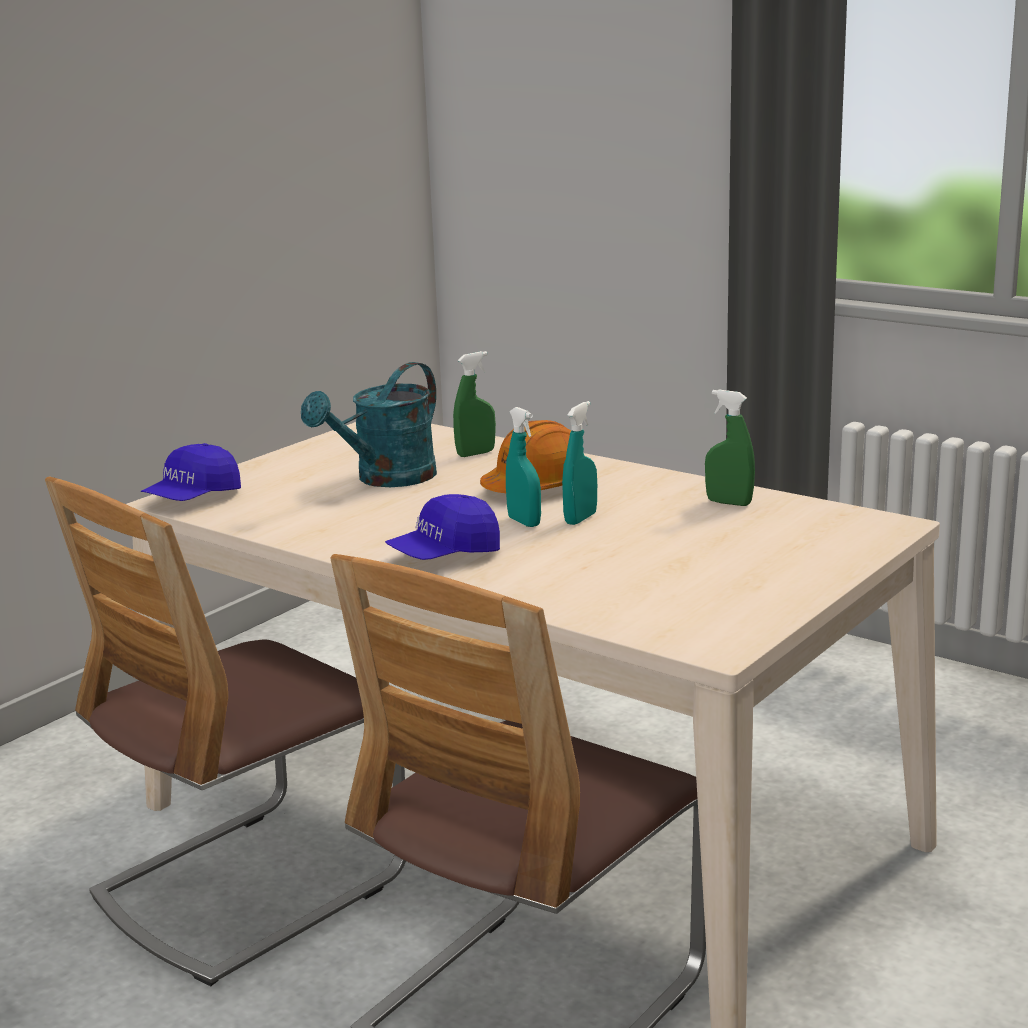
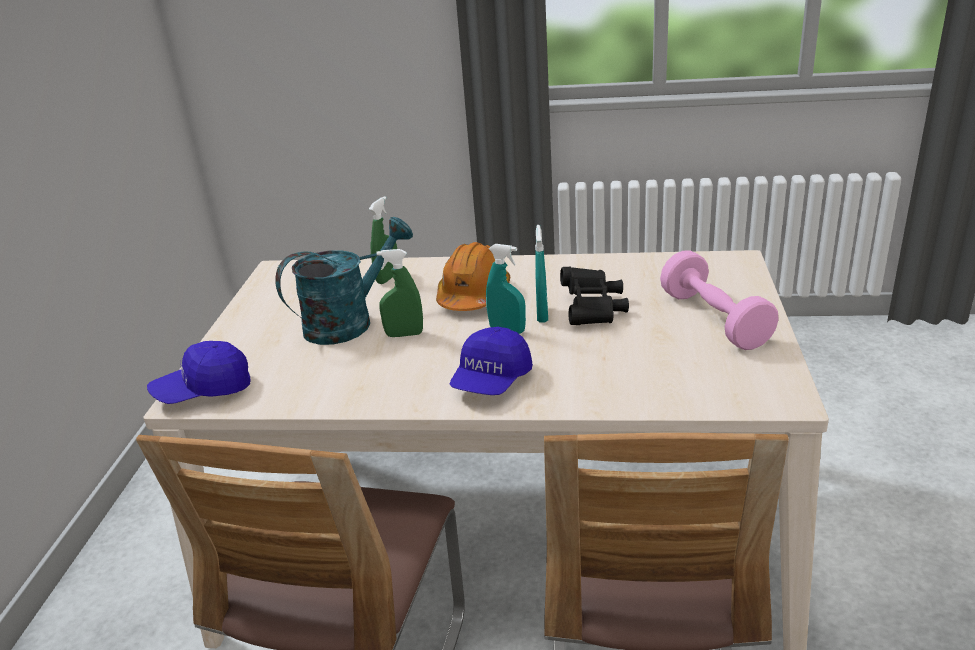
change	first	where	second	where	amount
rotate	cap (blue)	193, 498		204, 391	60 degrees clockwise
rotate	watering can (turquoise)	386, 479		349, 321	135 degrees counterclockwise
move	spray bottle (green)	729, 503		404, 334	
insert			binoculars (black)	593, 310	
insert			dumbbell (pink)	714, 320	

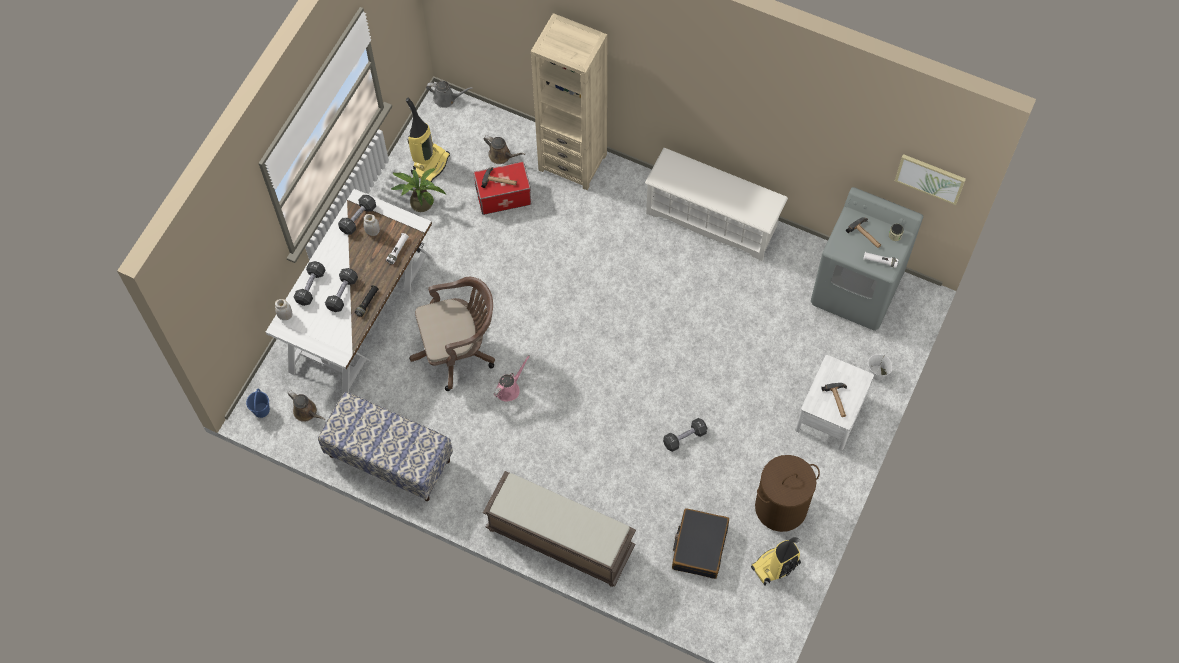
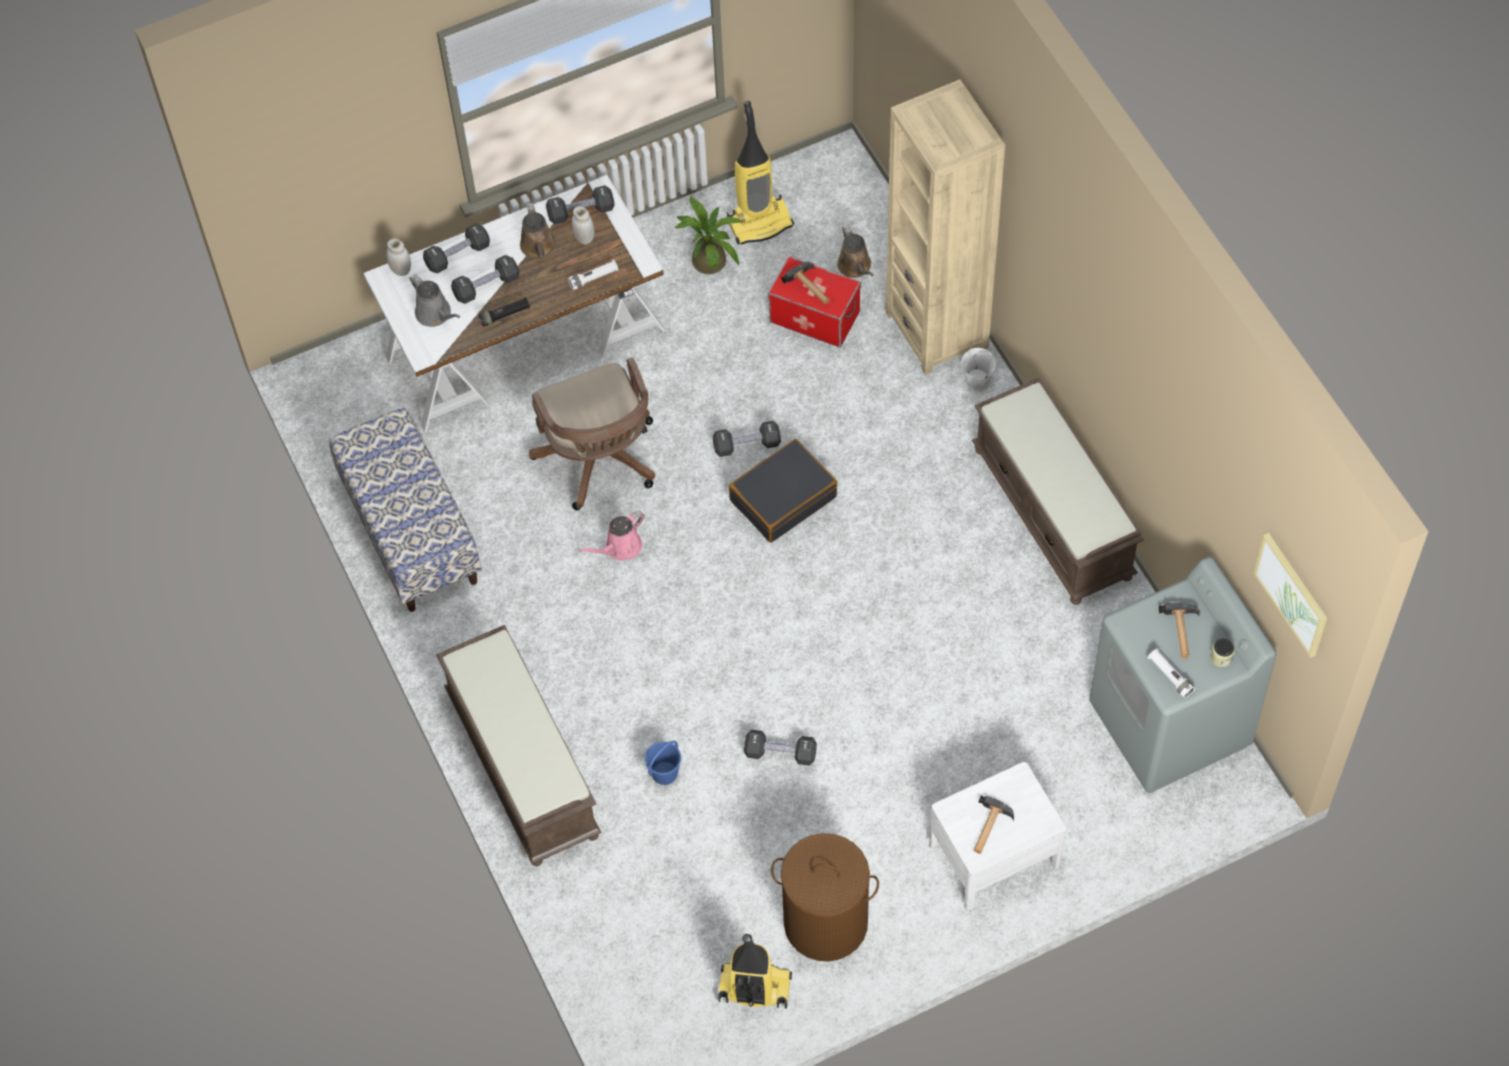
change	first	where	second	where	amount
move	bucket (blue)	261, 410		665, 773	
move	watering can (brown)	307, 412		538, 247	
rotate	office chair (brown)	458, 350		600, 462	45 degrees clockwise
move	watering can (grey)	446, 99		435, 314	
rotate	watering can (pink)	509, 388		620, 547	150 degrees clockwise
replace	shoe rack (white)	712, 220	bench (brown)	1054, 514	
move	suitcase (black)	699, 546		783, 498	
move	bucket (white)	877, 373		977, 380	
insert			dumbbell (black)	747, 445	

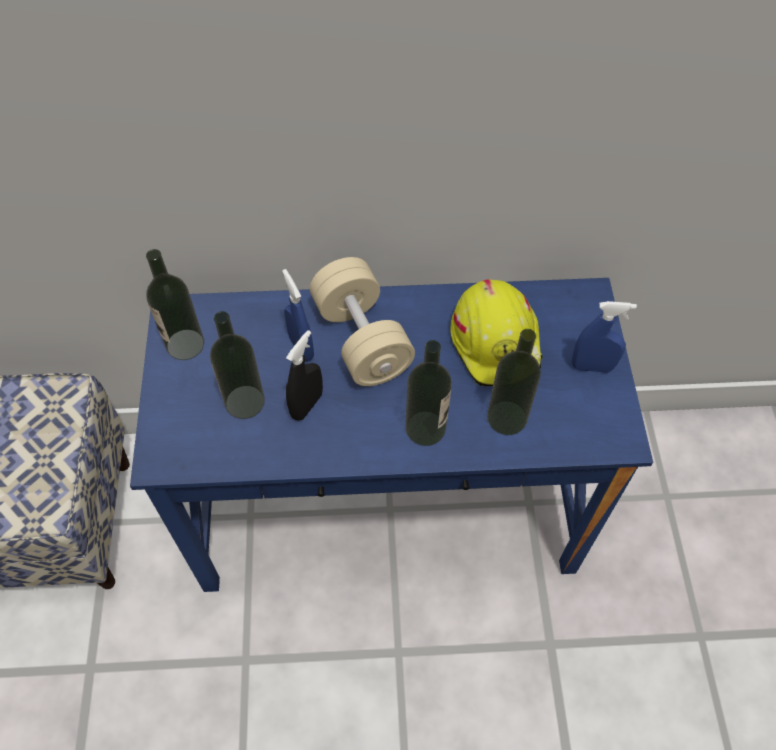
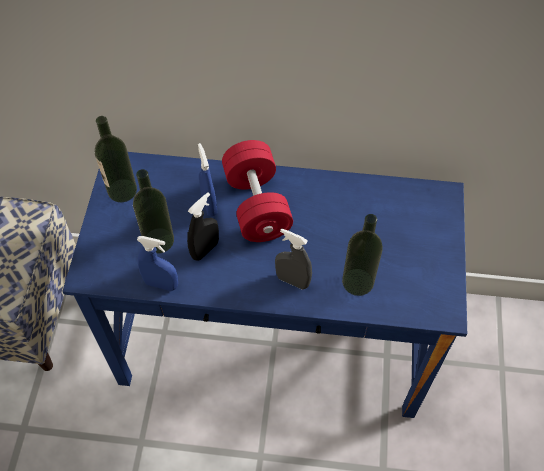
change	first	where	second	where	amount
recolor	dumbbell (beige)	361, 339	dumbbell (red)	257, 205	
replace	bottle	425, 428	spray bottle (grey)	292, 280	
delete	hard hat (yellow)	497, 342			
move	spray bottle (blue)	592, 366		161, 284	

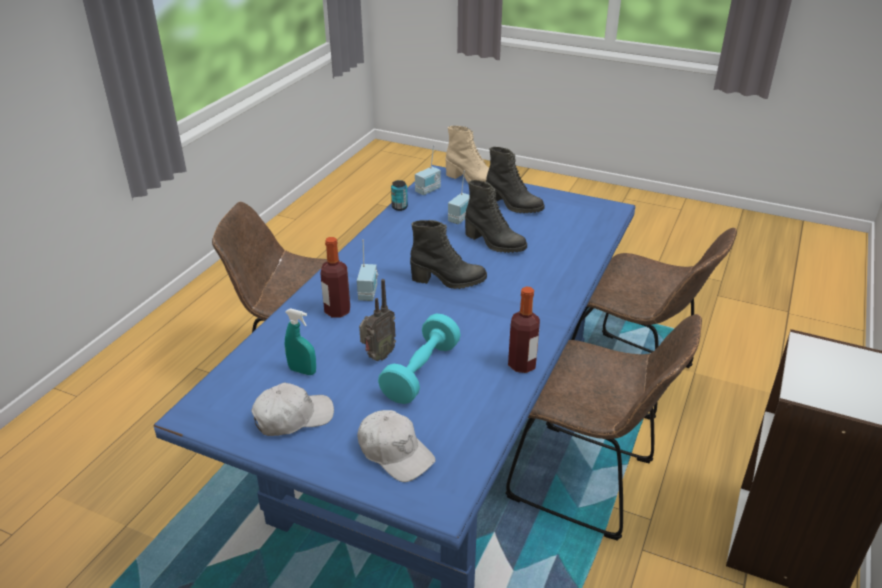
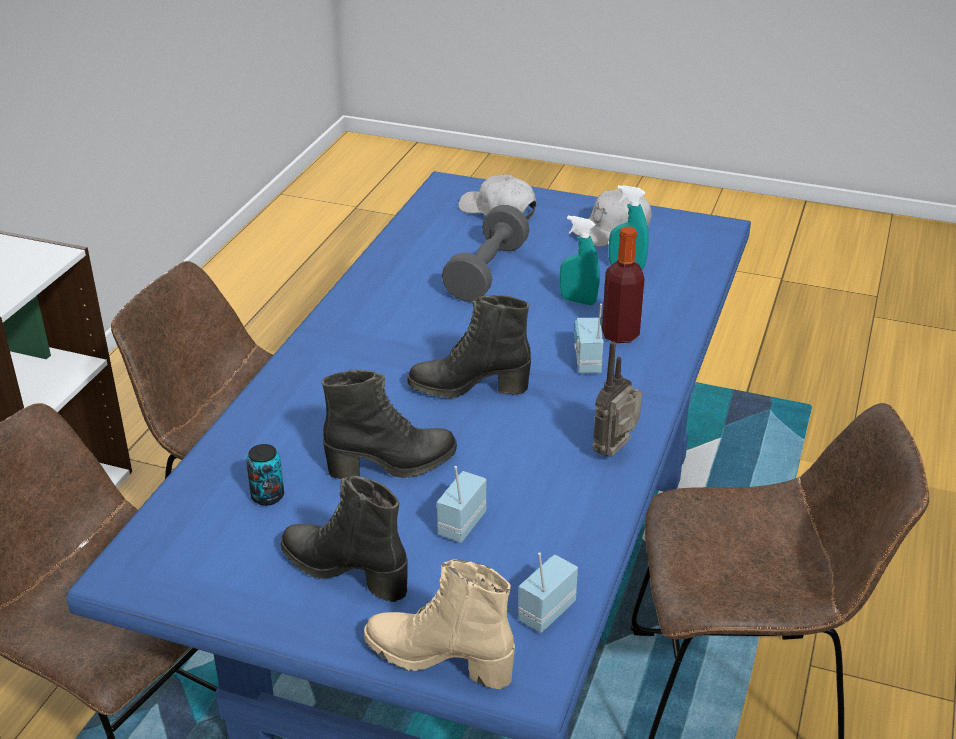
change	first	where	second	where	amount
move	radio	377, 356		616, 452	
recolor	dumbbell (turquoise)	421, 372	dumbbell (grey)	486, 272	
move	can	399, 207		267, 496	
rotate	boot (black)	494, 243		392, 465	135 degrees clockwise
delete	bottle	522, 365			
insert			spray bottle (turquoise)	578, 301	

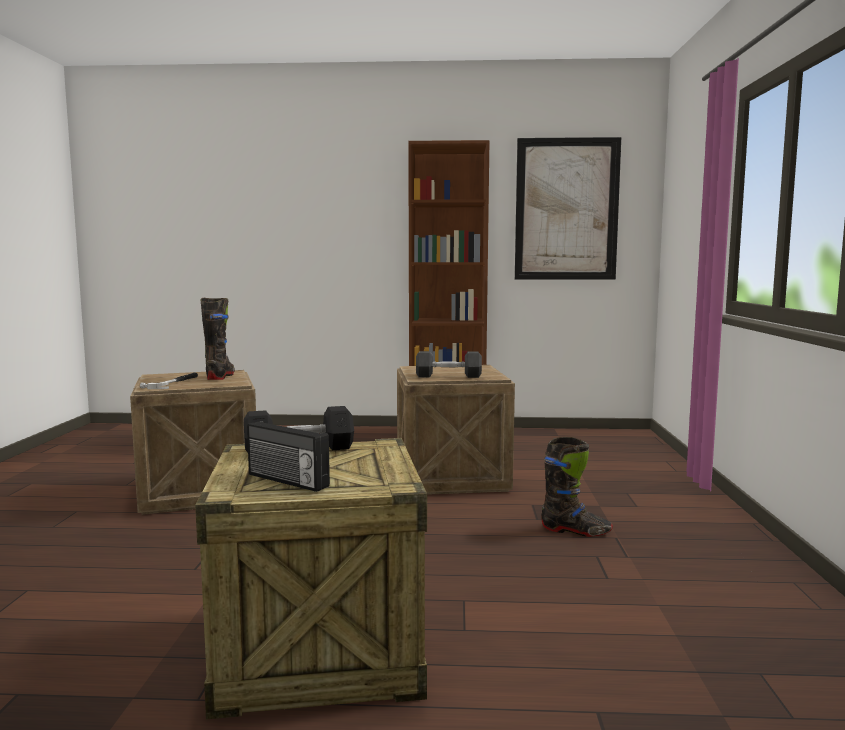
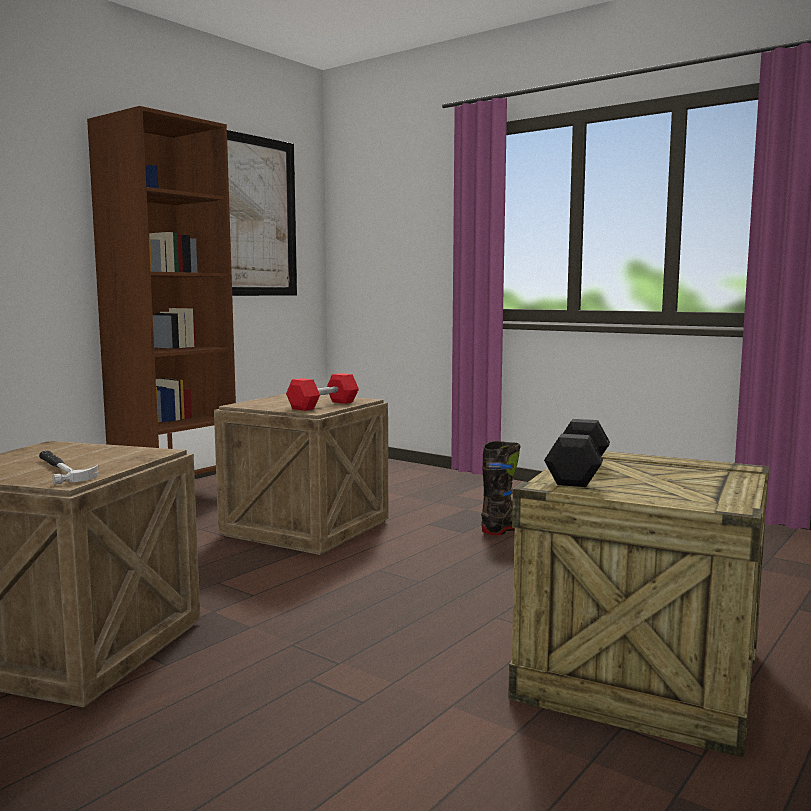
change	first	where	second	where	amount
delete	boot (black)	220, 376			
delete	radio	286, 481			
recolor	dumbbell (grey)	448, 376	dumbbell (red)	323, 405	

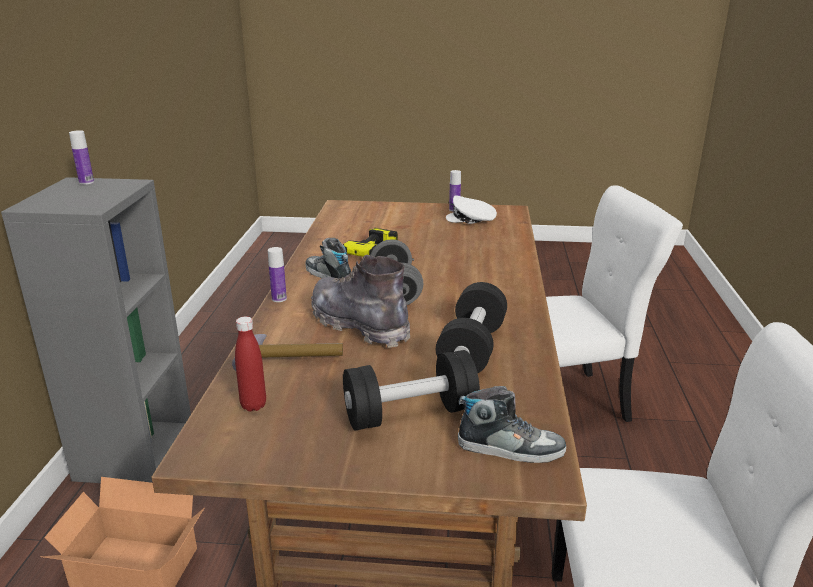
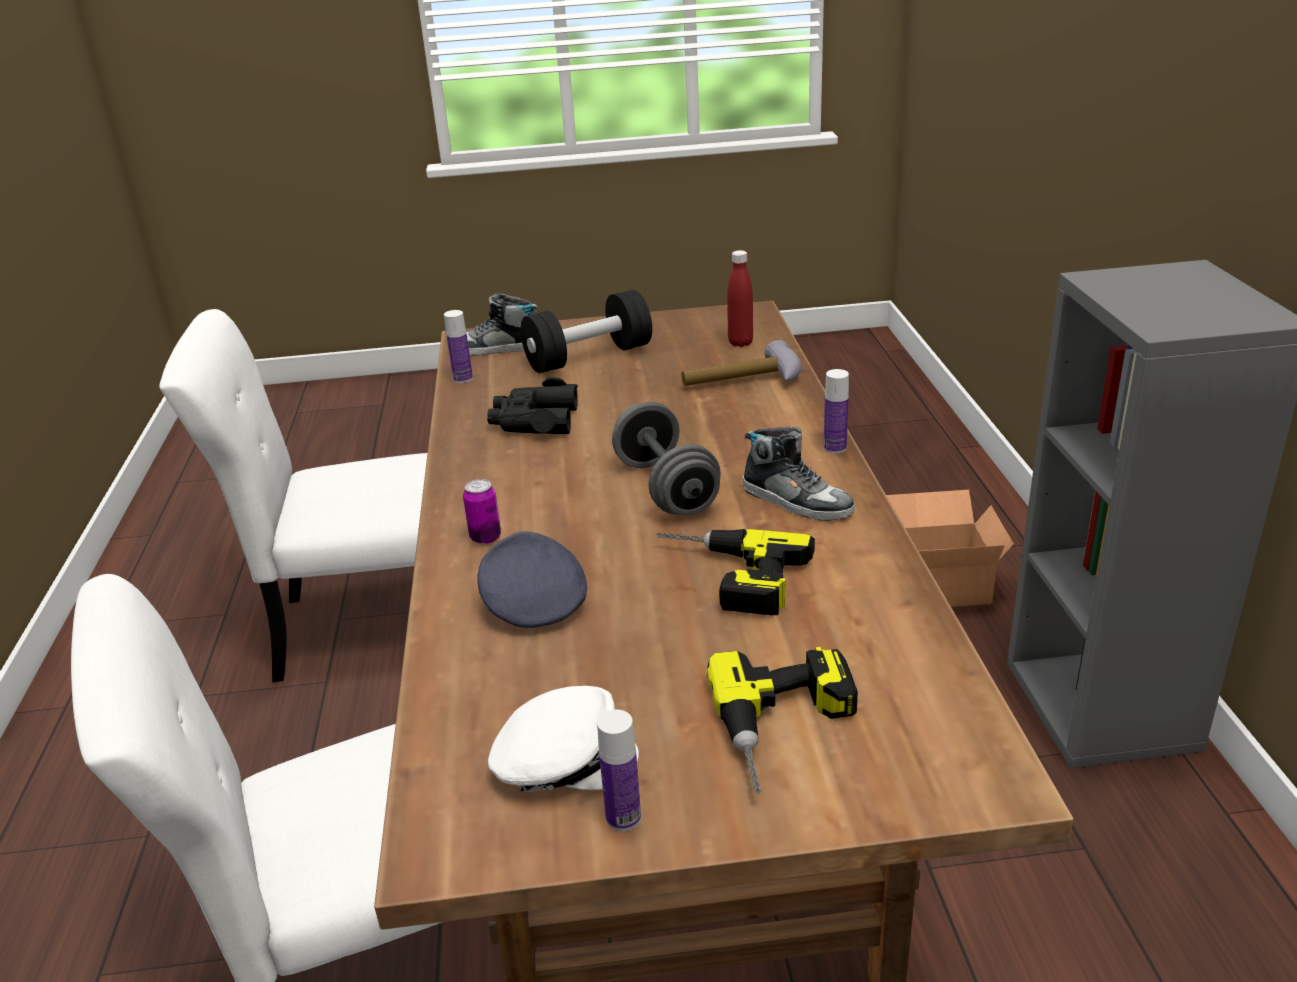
change	first	where	second	where	amount
move	bottle	86, 182		463, 379	
delete	boot (grey)	359, 325			
replace	dumbbell (black)	472, 349	binoculars (black)	534, 421	
insert			can	485, 537	
insert			cap (grey)	532, 602	
insert			power drill	789, 730	

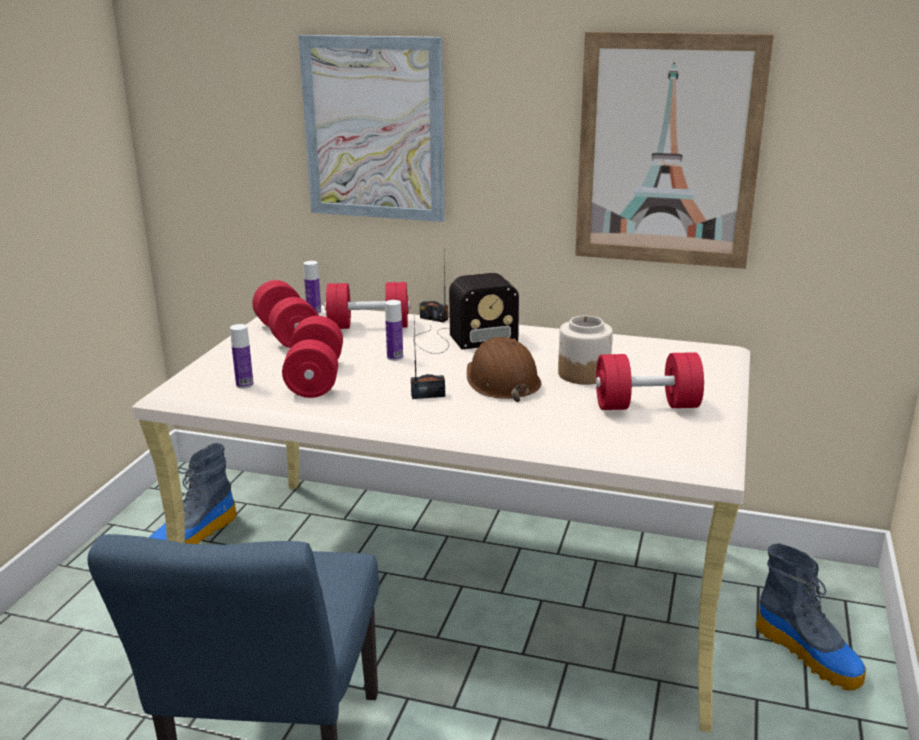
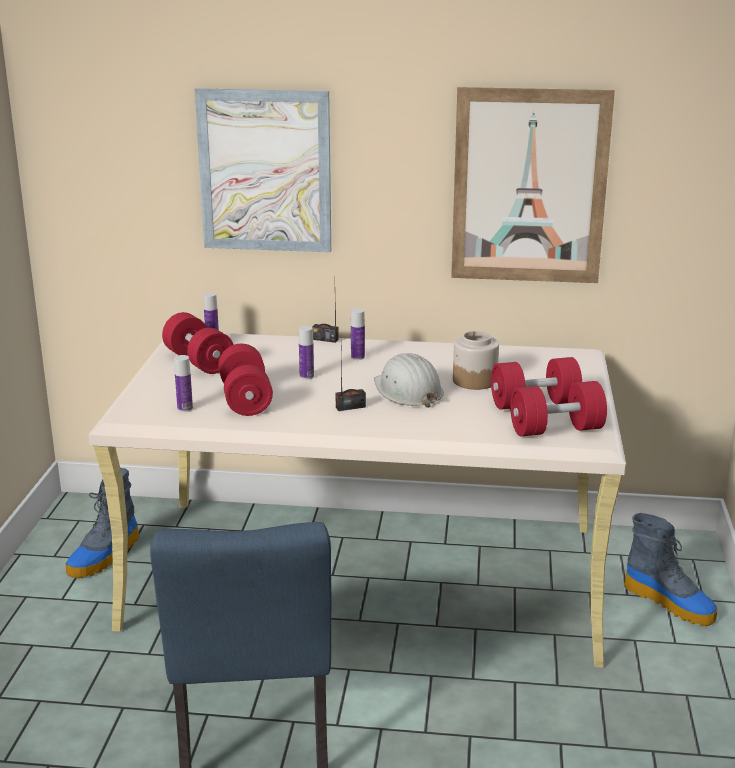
change	first	where	second	where	amount
move	dumbbell (red)	368, 326		556, 430	
replace	radio	460, 339	bottle	357, 357	
recolor	hard hat (brown)	501, 381	hard hat (white)	407, 391	

